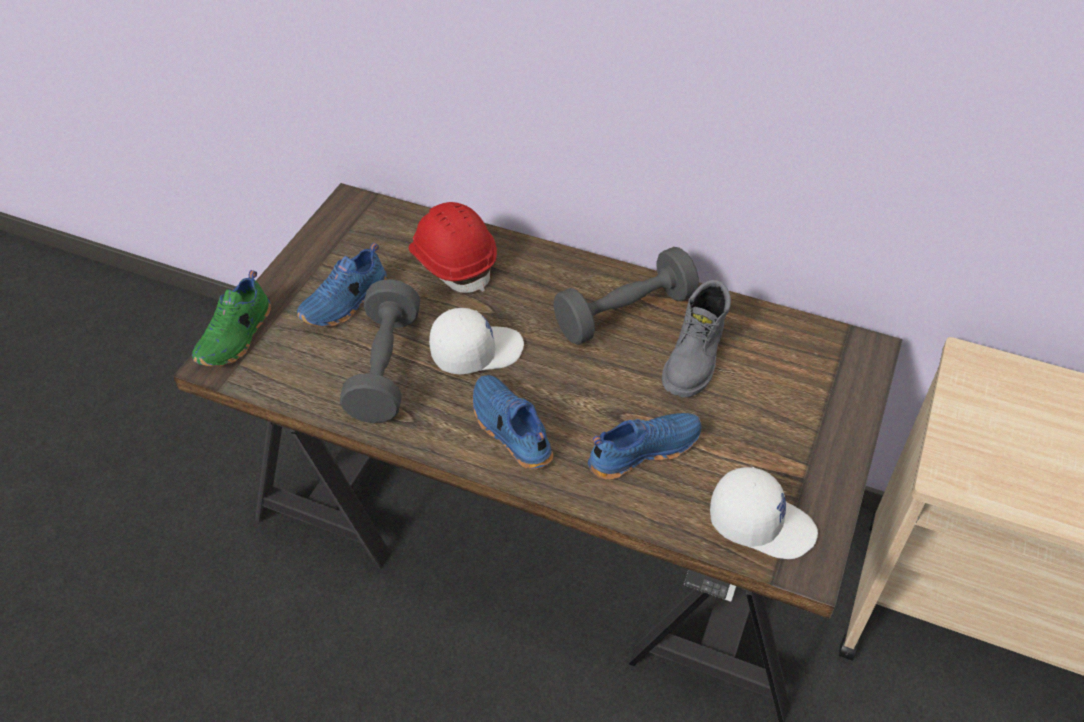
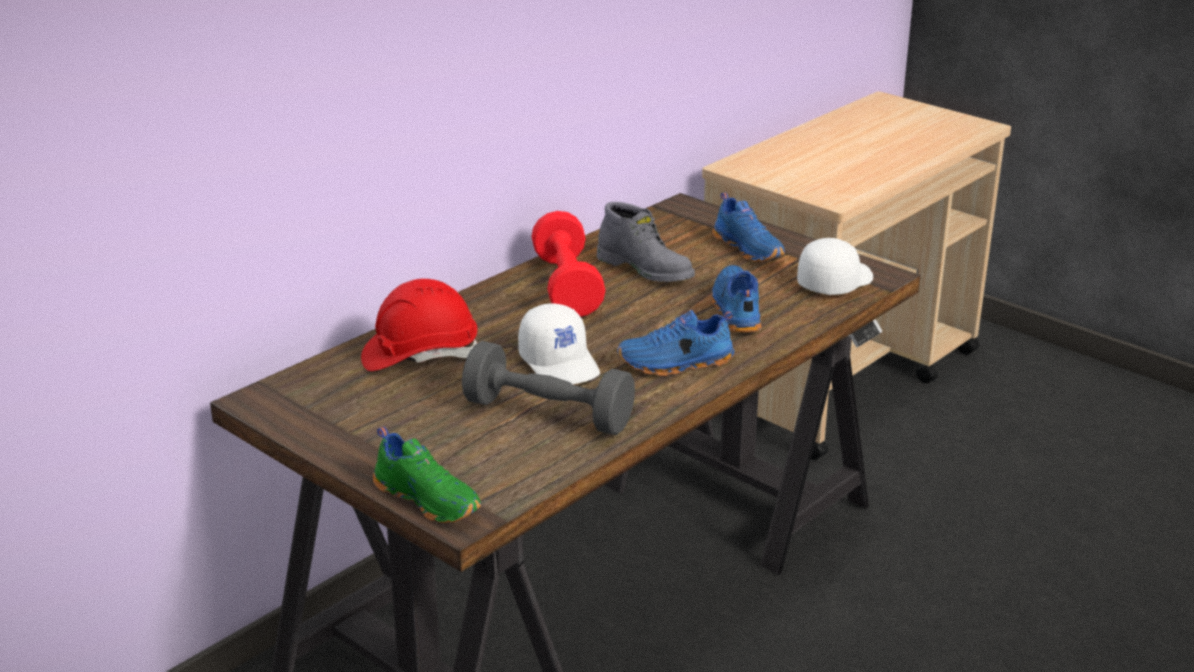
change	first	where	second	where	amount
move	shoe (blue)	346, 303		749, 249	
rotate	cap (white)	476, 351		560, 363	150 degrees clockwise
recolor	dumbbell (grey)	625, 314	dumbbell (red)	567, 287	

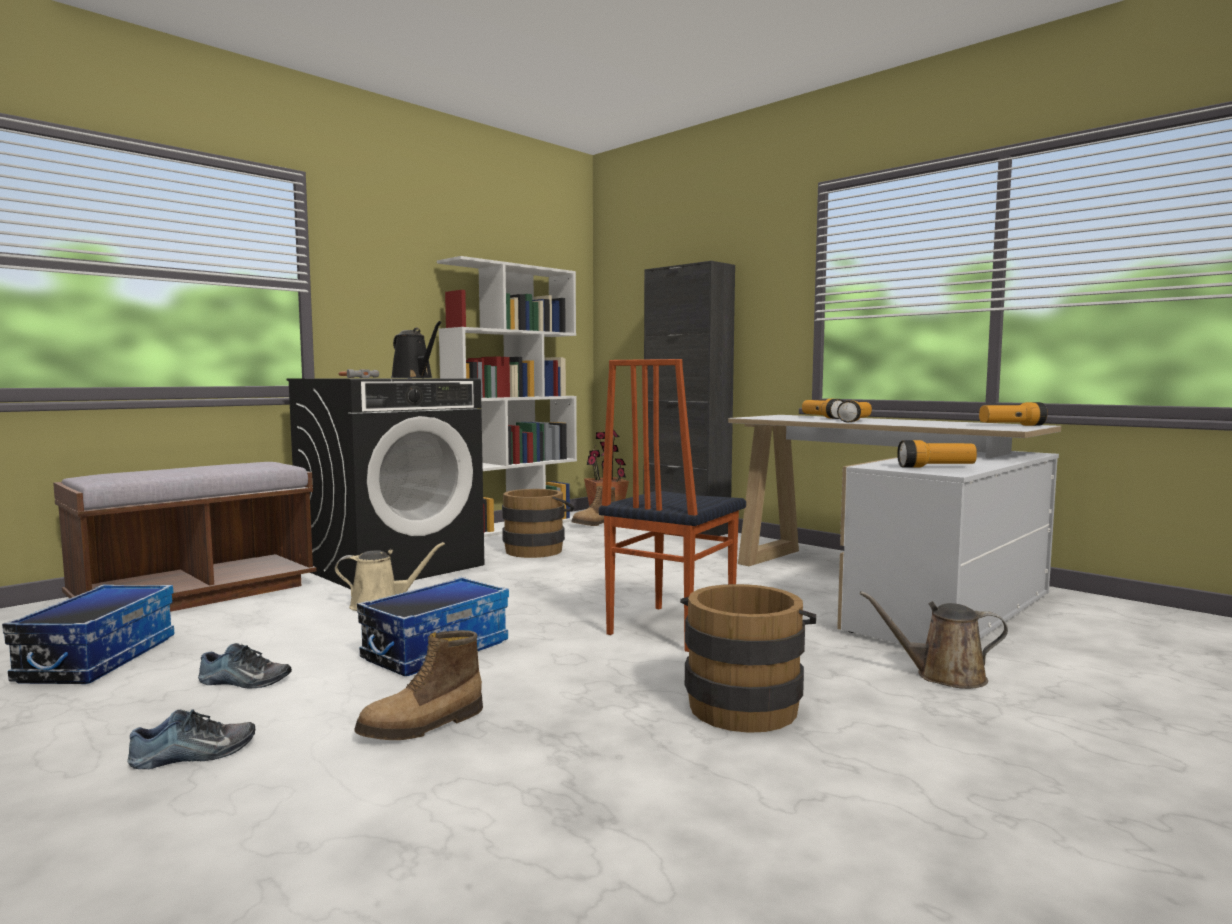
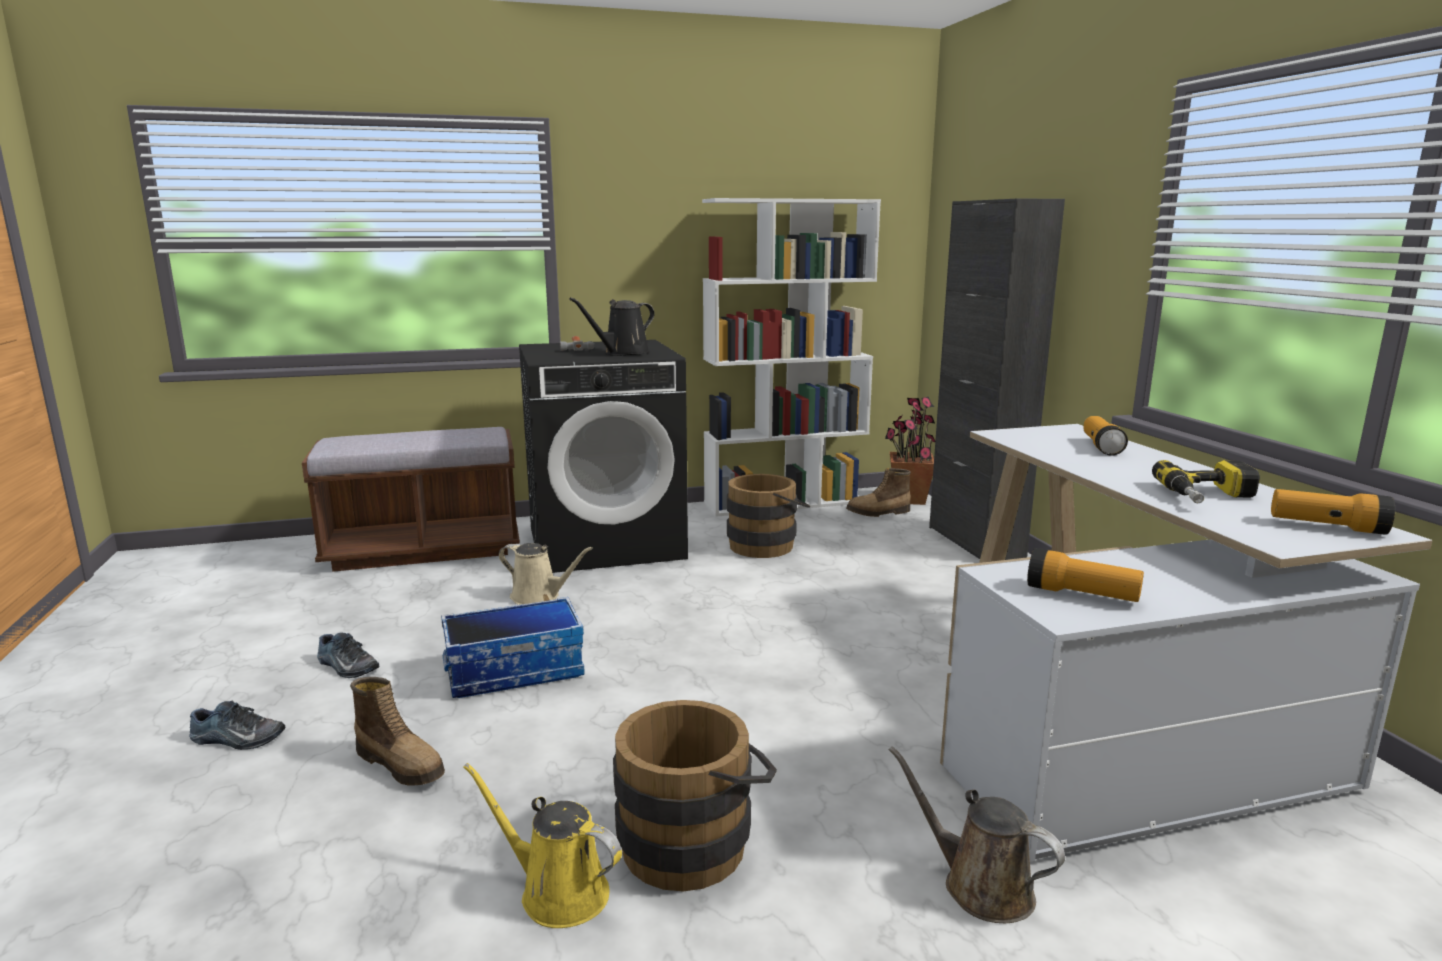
change	first	where	second	where	amount
delete	storage box	97, 658			
rotate	boot	423, 725		402, 764	135 degrees counterclockwise
rotate	watering can (black)	414, 378		622, 353	60 degrees clockwise
delete	chair	669, 627			
delete	flashlight	855, 421			
insert			watering can (yellow)	557, 892	
insert			power drill	1209, 497	

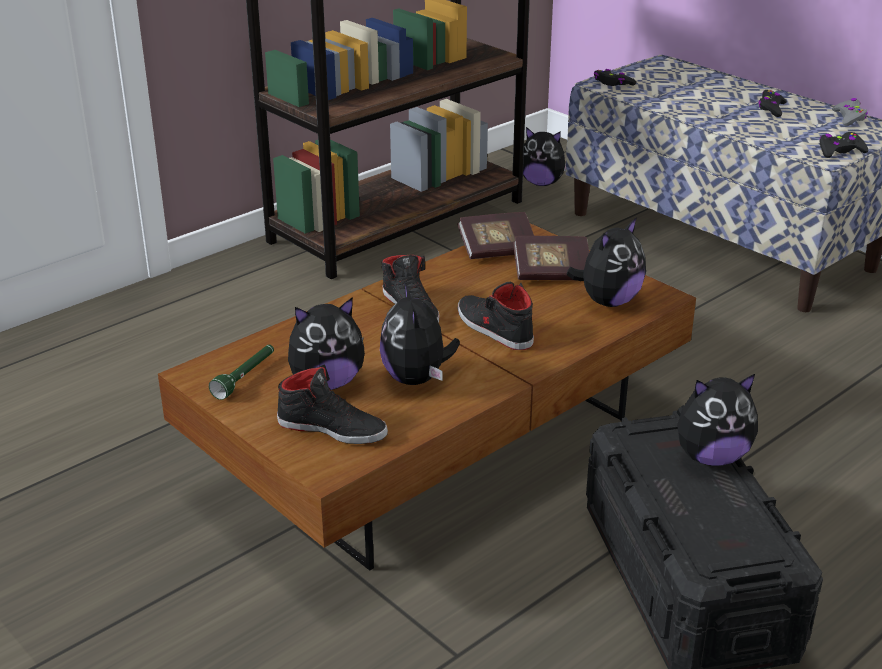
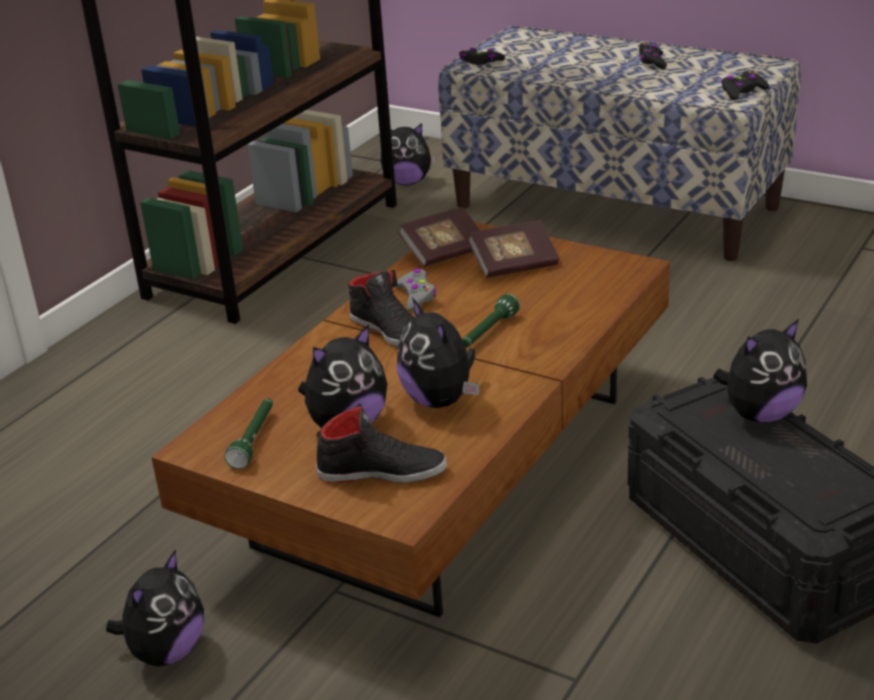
change	first	where	second	where	amount
replace	shoe (black)	493, 328	flashlight (green)	488, 332	
move	plush toy	608, 301		166, 651	
move	game controller (grey)	849, 118		416, 296	

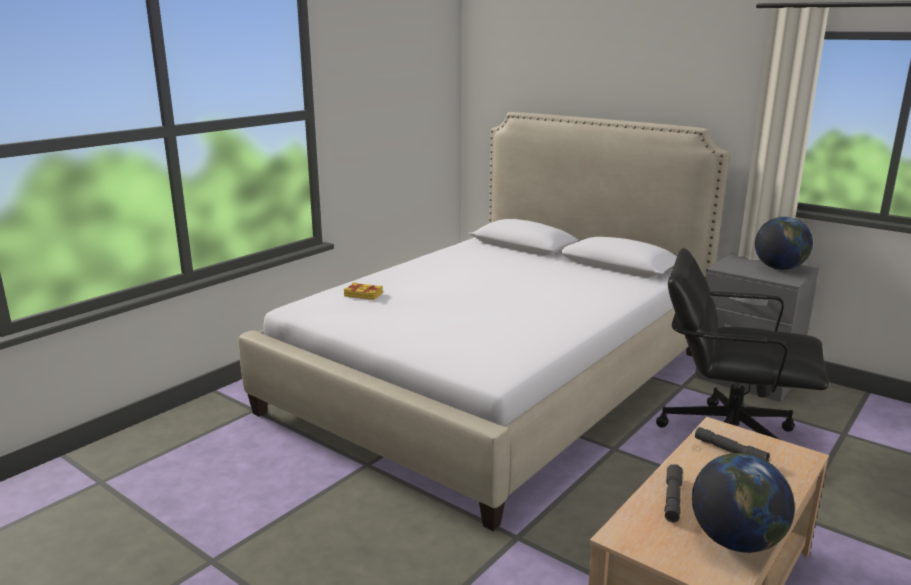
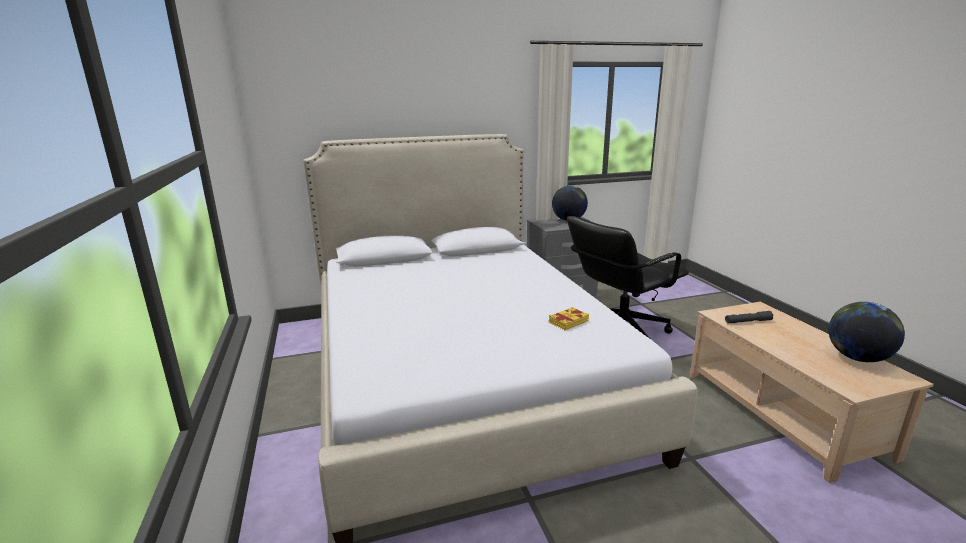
change	first	where	second	where	amount
move	book (yellow)	363, 294		568, 321	
delete	flashlight (grey)	672, 499			

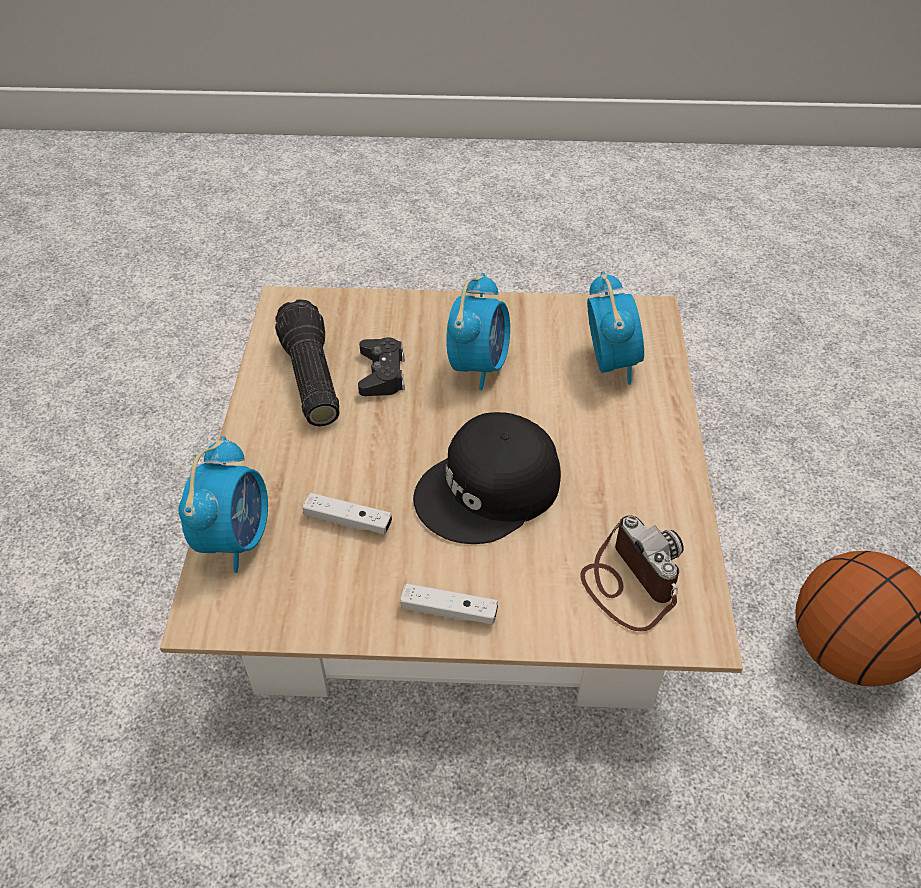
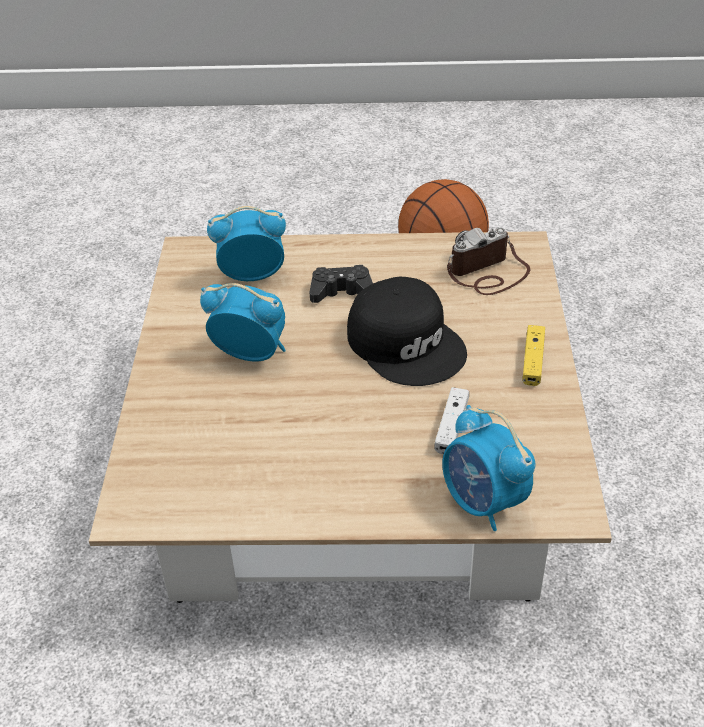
change	first	where	second	where	amount
rotate	alarm clock	235, 539		483, 503	135 degrees counterclockwise
delete	flashlight	309, 378			
move	game controller (black)	382, 373		341, 291	
recolor	game controller (white)	449, 611	game controller (yellow)	533, 361	

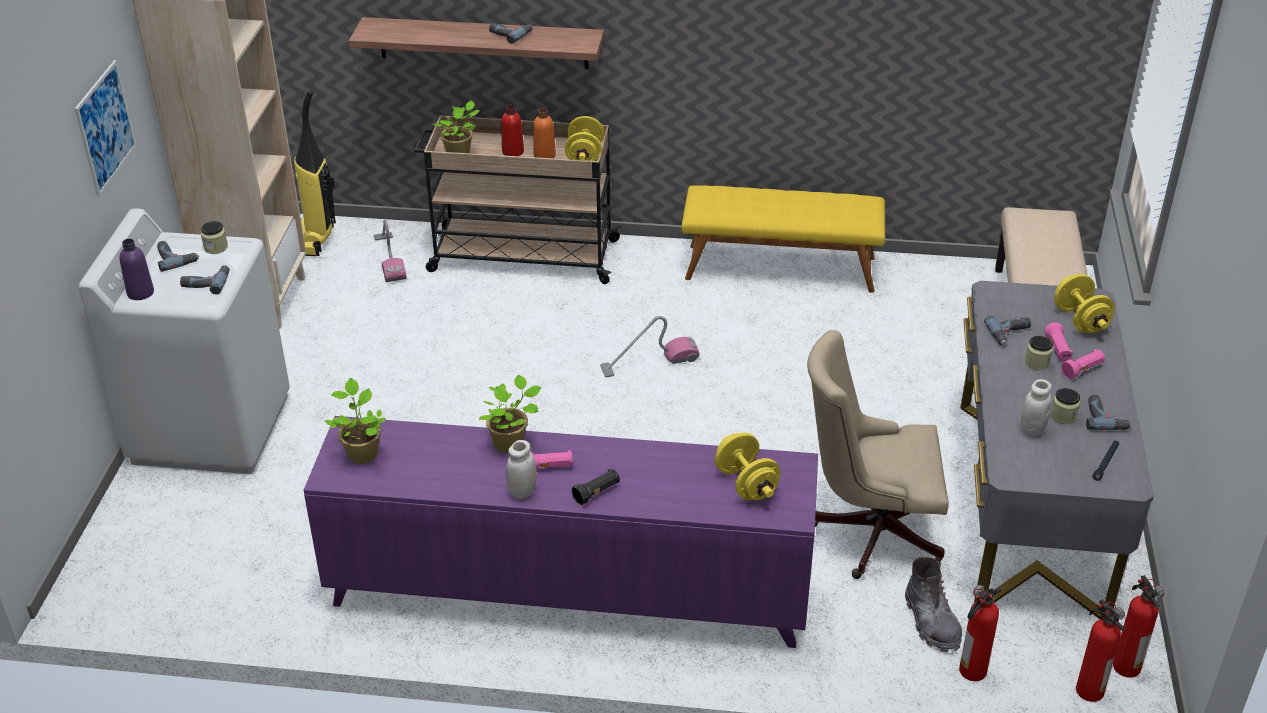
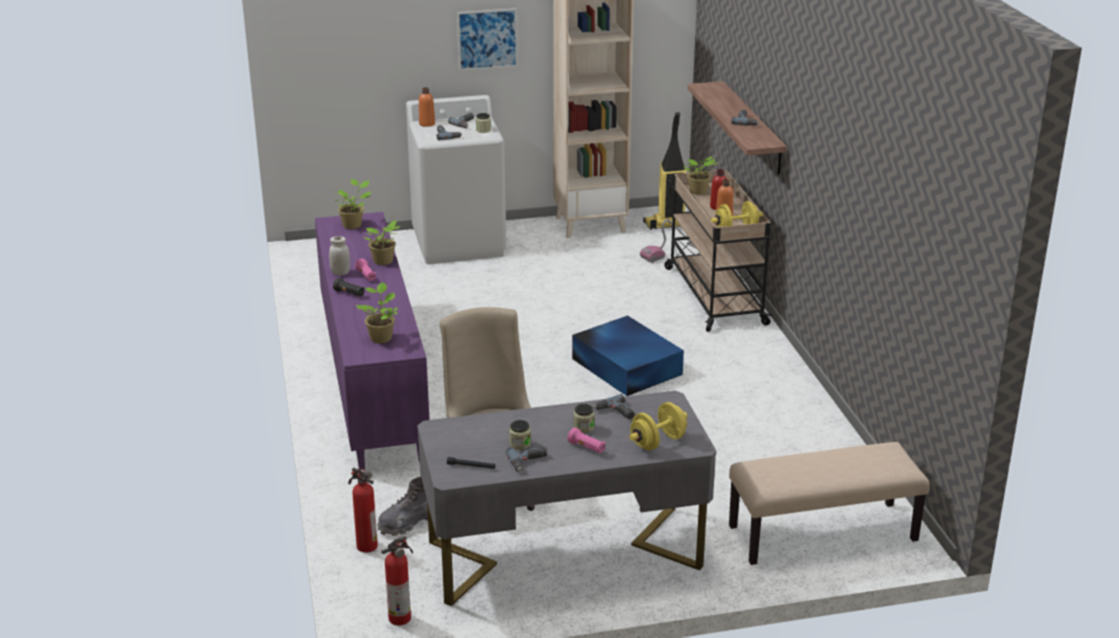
change	first	where	second	where	amount
recolor	bottle (purple)	140, 293	bottle (orange)	427, 124	
replace	vacuum cleaner	649, 362	storage box (blue)	626, 365	
delete	bench (yellow)	780, 267			
replace	dumbbell (yellow)	746, 484	potted plant	381, 337	
delete	jar (white)	1032, 429			
delete	flashlight (pink)	1057, 349			
delete	fire extinguisher	1088, 689			

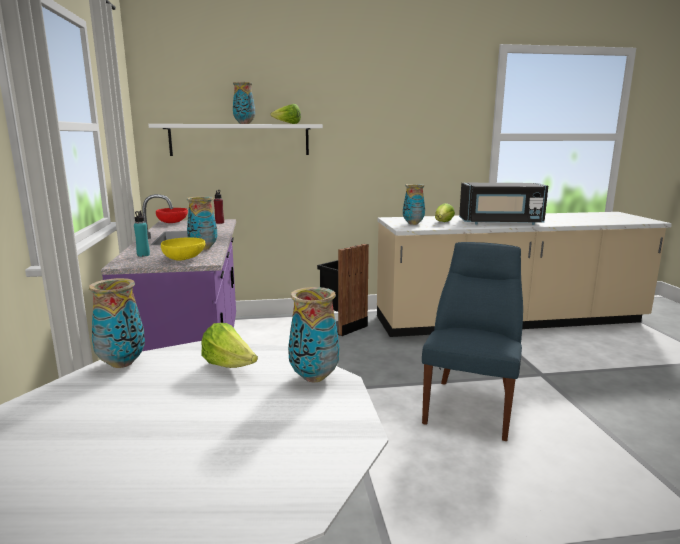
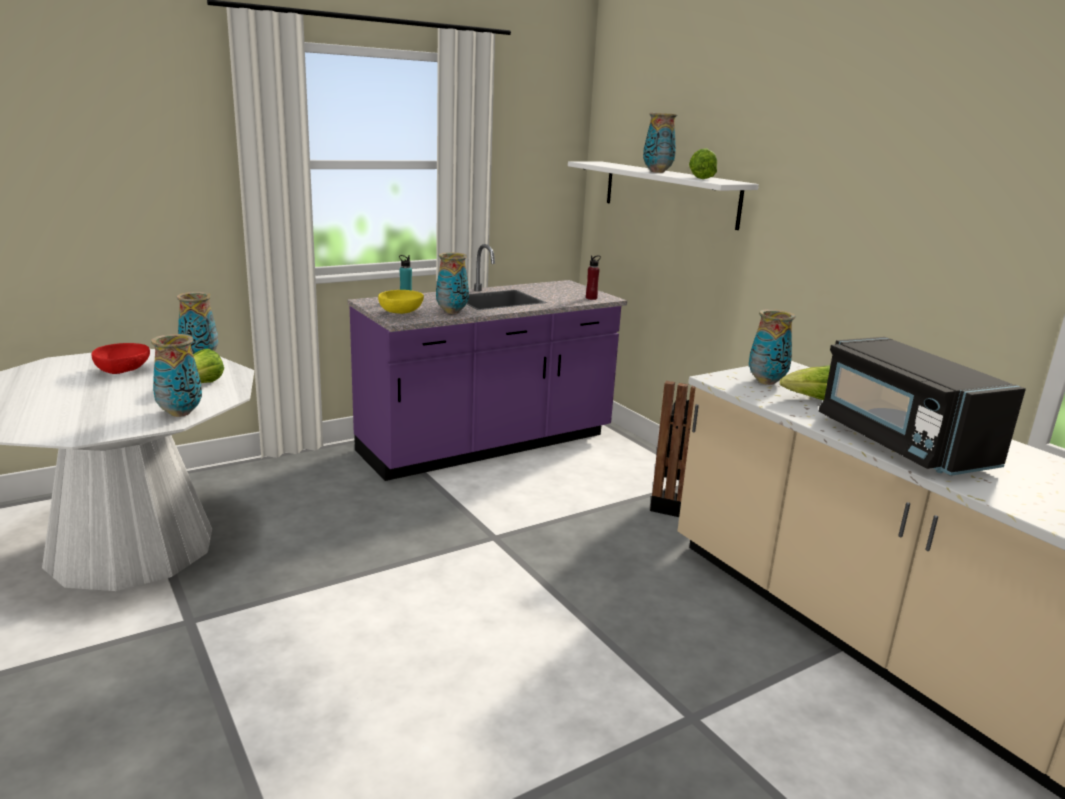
change	first	where	second	where	amount
move	bowl (red)	173, 222		124, 371	
delete	chair (blue)	471, 405			

